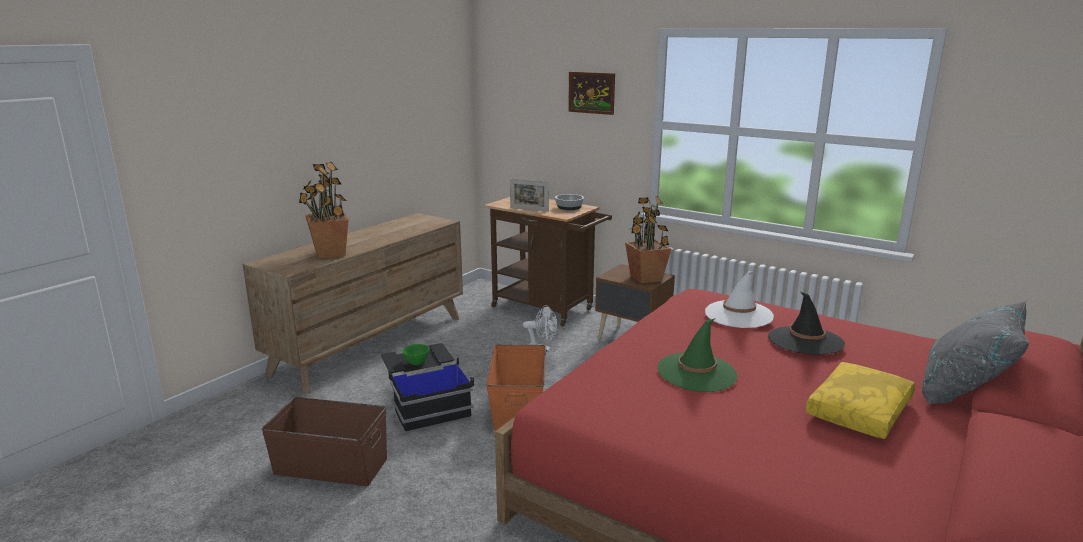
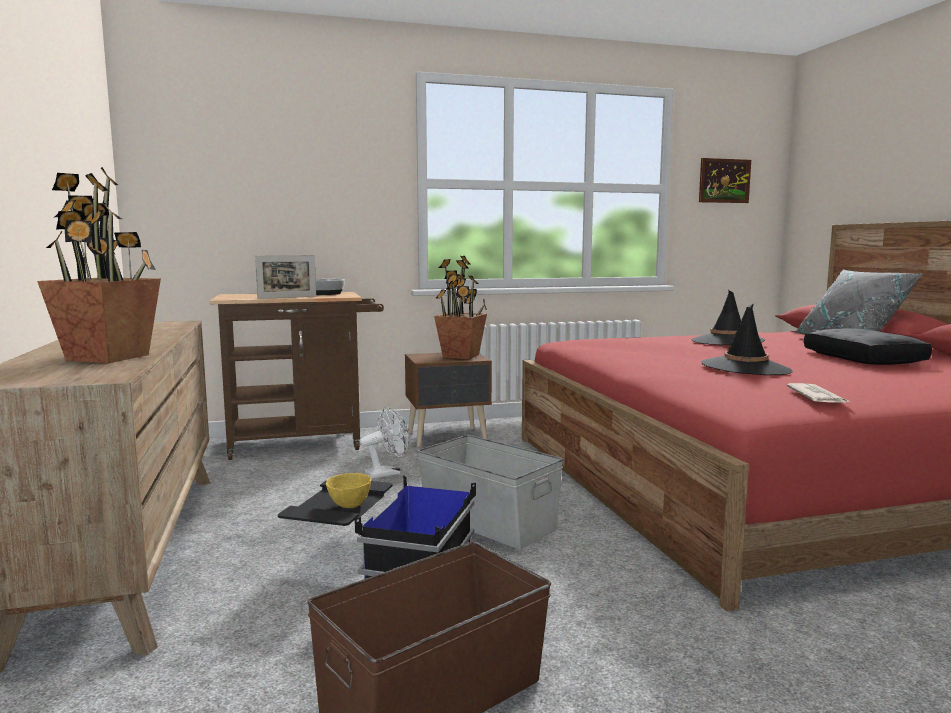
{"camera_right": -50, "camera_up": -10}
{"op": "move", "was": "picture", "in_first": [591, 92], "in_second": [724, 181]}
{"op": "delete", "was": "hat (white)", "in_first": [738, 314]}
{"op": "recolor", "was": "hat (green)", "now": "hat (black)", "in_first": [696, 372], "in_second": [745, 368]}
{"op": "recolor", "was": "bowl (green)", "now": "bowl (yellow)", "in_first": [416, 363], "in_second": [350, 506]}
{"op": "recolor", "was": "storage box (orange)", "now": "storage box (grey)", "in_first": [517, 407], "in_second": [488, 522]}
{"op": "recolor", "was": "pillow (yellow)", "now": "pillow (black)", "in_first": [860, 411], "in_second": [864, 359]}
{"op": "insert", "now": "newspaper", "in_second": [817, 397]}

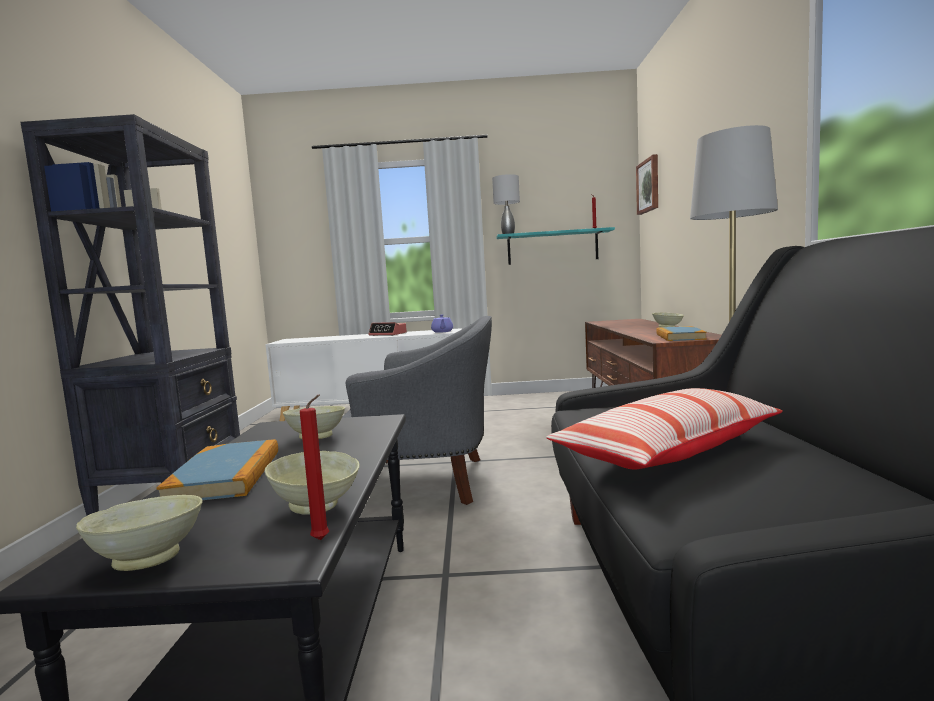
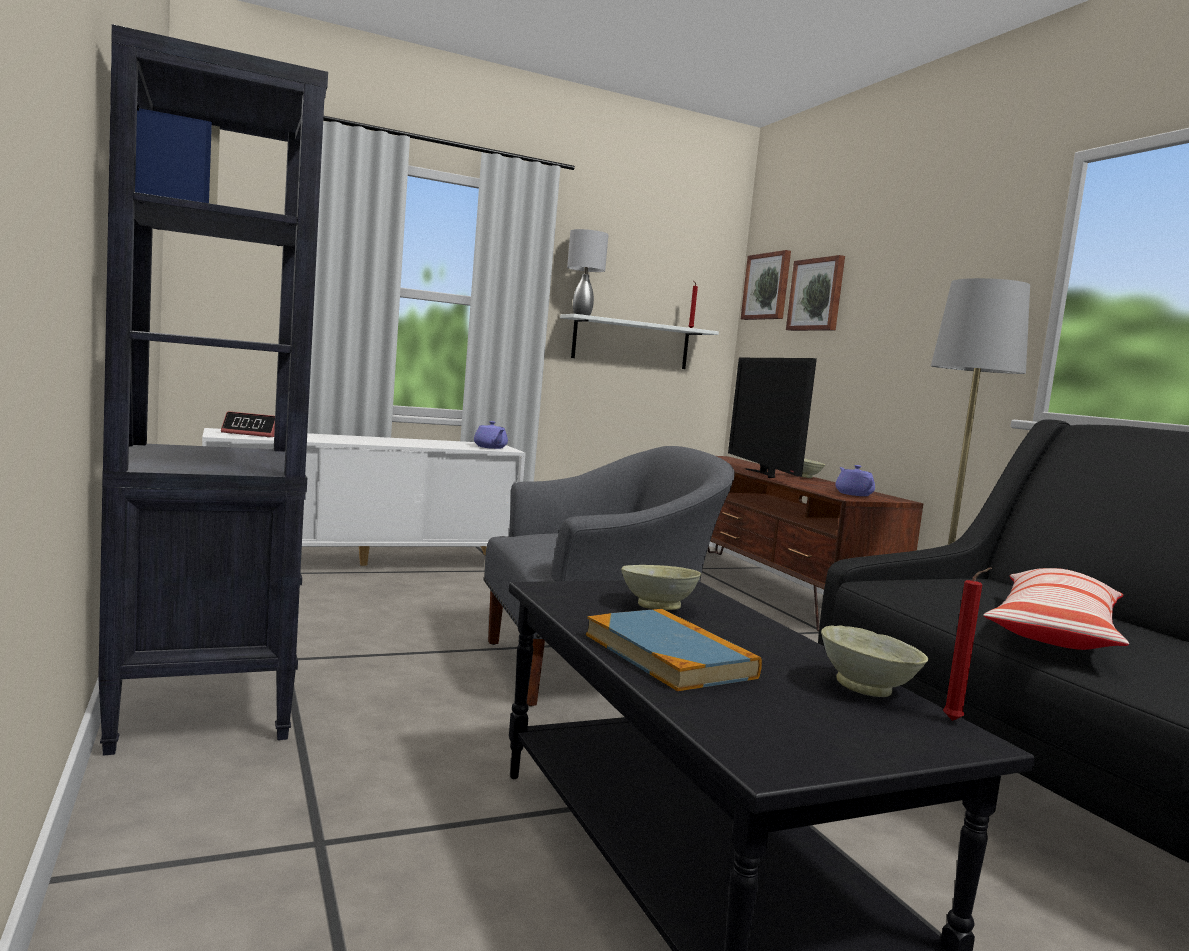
{"camera_right": -25, "camera_up": 0}
{"op": "recolor", "was": "shelf (turquoise)", "now": "shelf (white)", "in_first": [552, 247], "in_second": [631, 343]}
{"op": "move", "was": "alarm clock", "in_first": [388, 334], "in_second": [255, 434]}
{"op": "replace", "was": "book", "now": "teapot (purple)", "in_first": [679, 337], "in_second": [853, 494]}
{"op": "delete", "was": "bowl (beige)", "in_first": [151, 558]}
{"op": "insert", "now": "picture", "in_second": [817, 295]}
{"op": "insert", "now": "television", "in_second": [763, 474]}

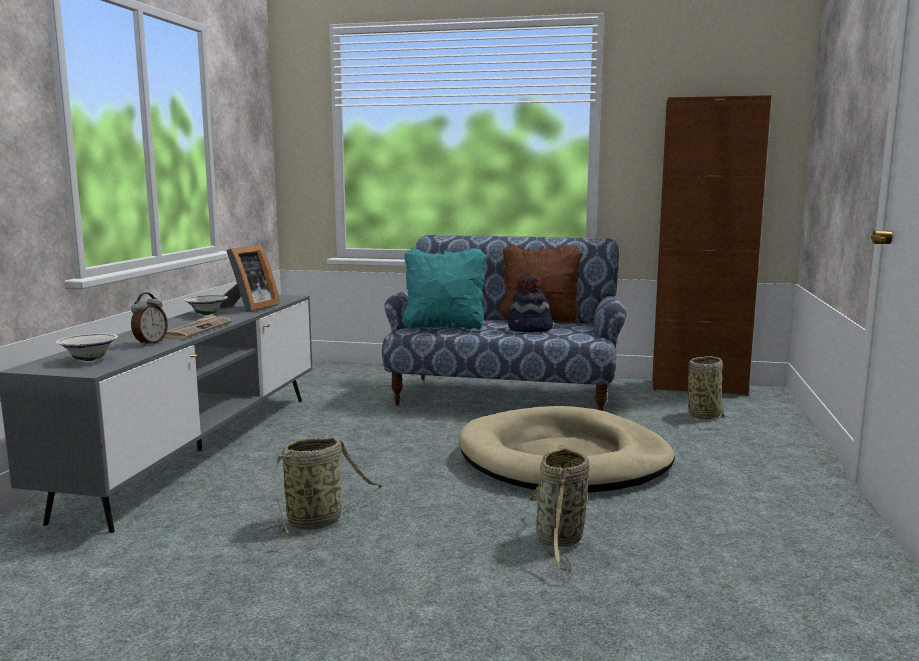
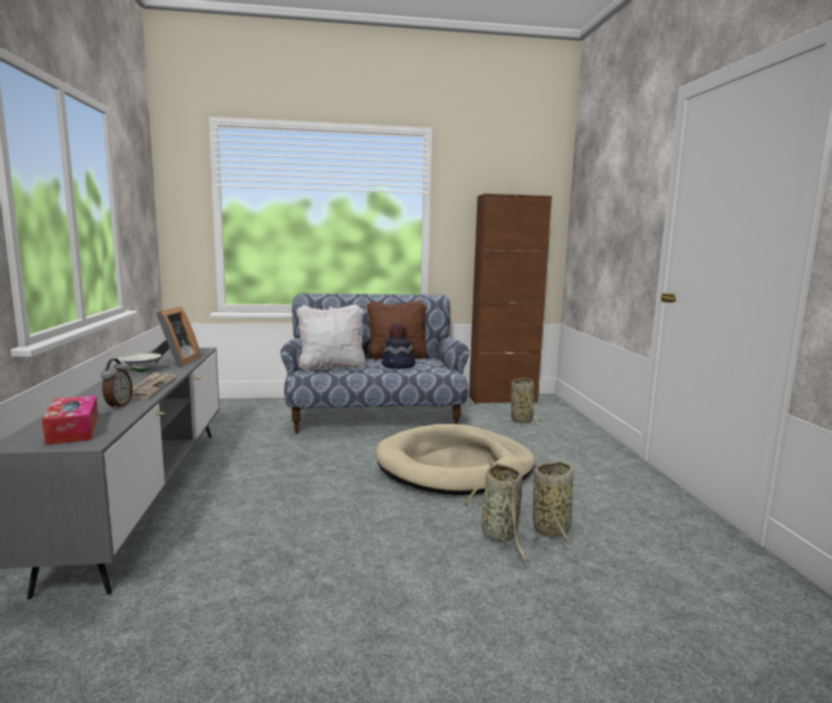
{"camera_right": -20, "camera_up": 0}
{"op": "recolor", "was": "pillow (turquoise)", "now": "pillow (white)", "in_first": [444, 327], "in_second": [332, 368]}
{"op": "replace", "was": "bowl (white)", "now": "tissue box", "in_first": [89, 360], "in_second": [73, 430]}
{"op": "move", "was": "basket", "in_first": [318, 521], "in_second": [552, 528]}

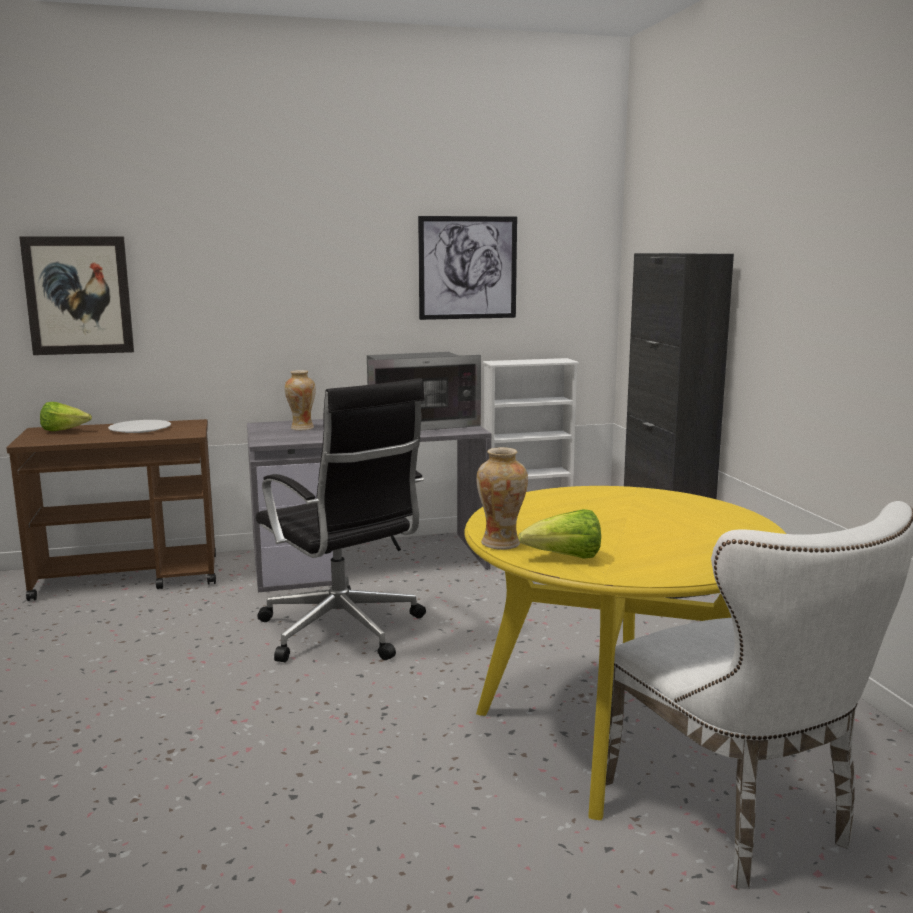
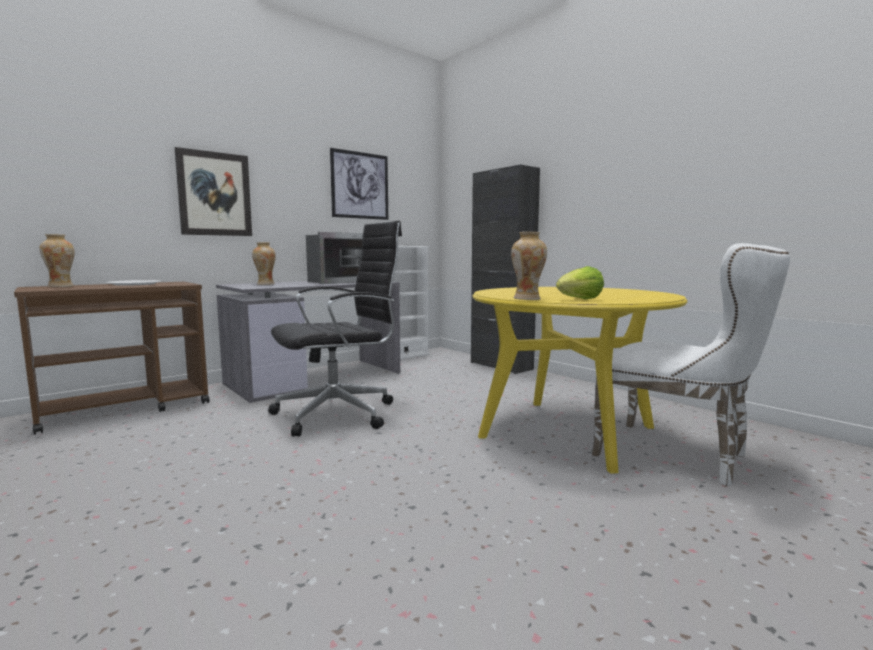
{"camera_right": -25, "camera_up": -5}
{"op": "move", "was": "picture", "in_first": [79, 295], "in_second": [214, 194]}
{"op": "rotate", "was": "office chair (black)", "in_first": [343, 632], "in_second": [339, 413], "clockwise": -60}
{"op": "replace", "was": "lettuce", "now": "vase", "in_first": [64, 431], "in_second": [61, 286]}

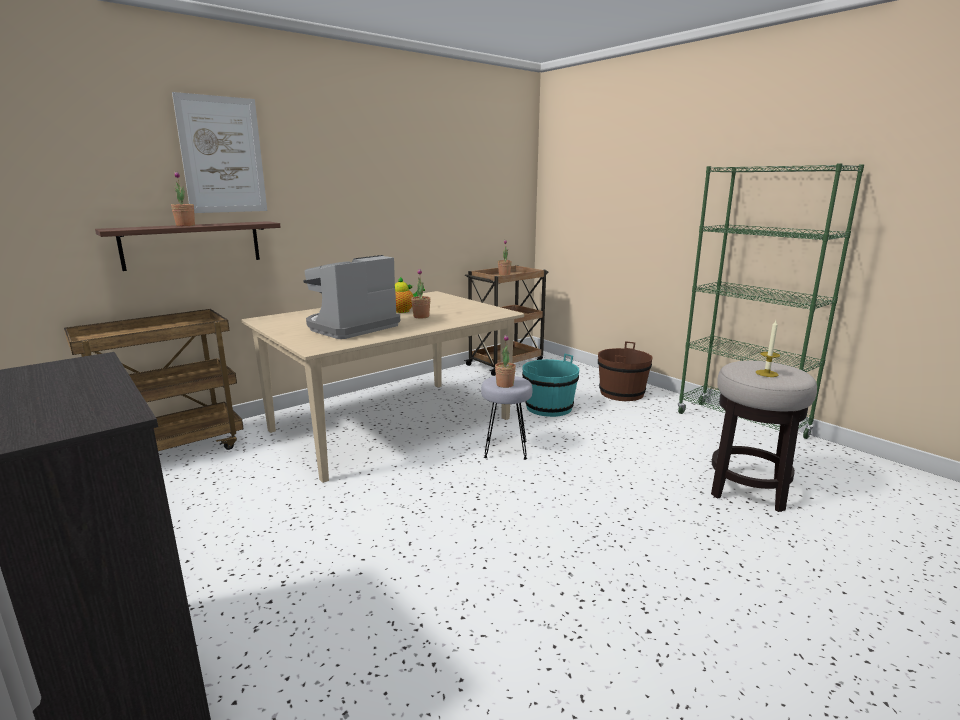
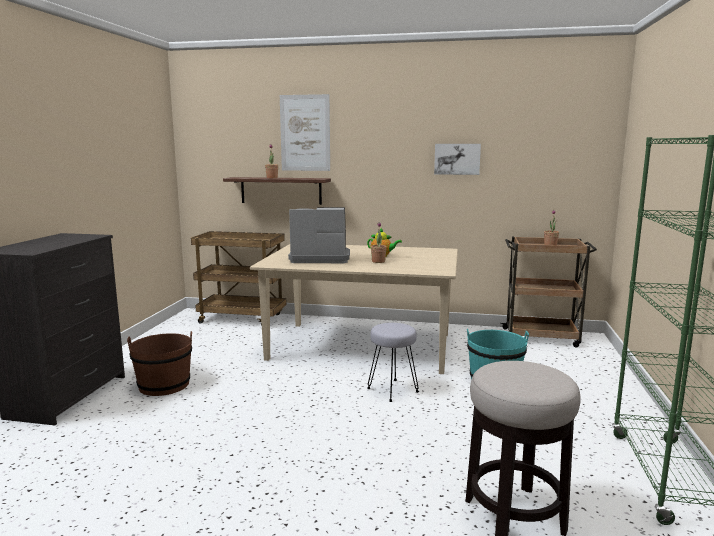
{"camera_right": 50, "camera_up": -5}
{"op": "delete", "was": "candle", "in_first": [766, 373]}
{"op": "delete", "was": "potted plant", "in_first": [505, 385]}
{"op": "move", "was": "bucket (brown)", "in_first": [621, 393], "in_second": [164, 385]}
{"op": "insert", "now": "picture", "in_second": [457, 159]}

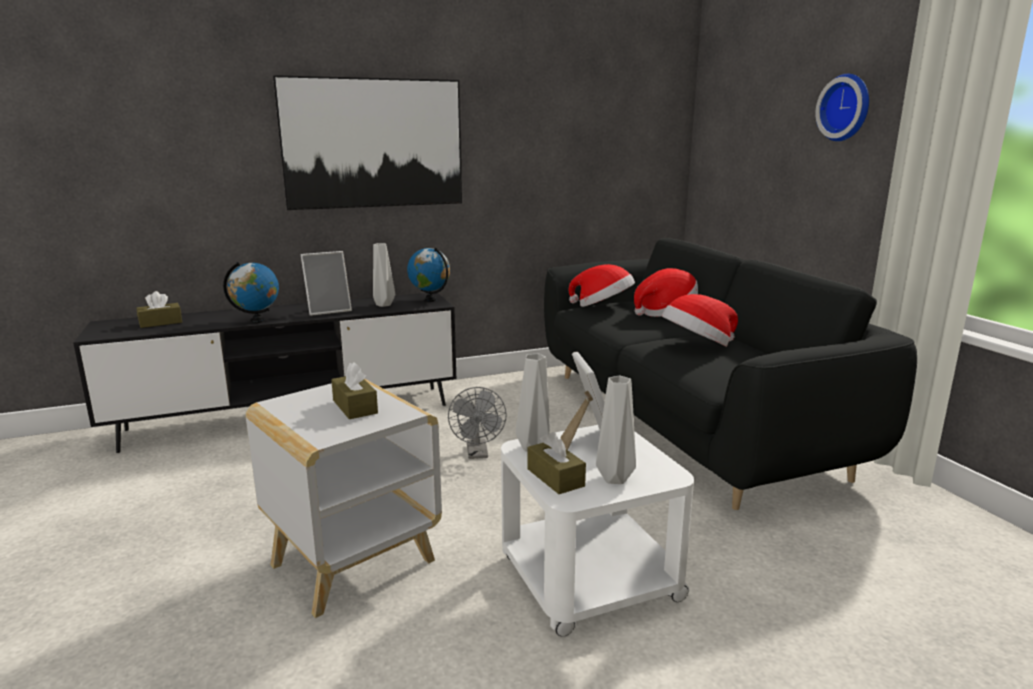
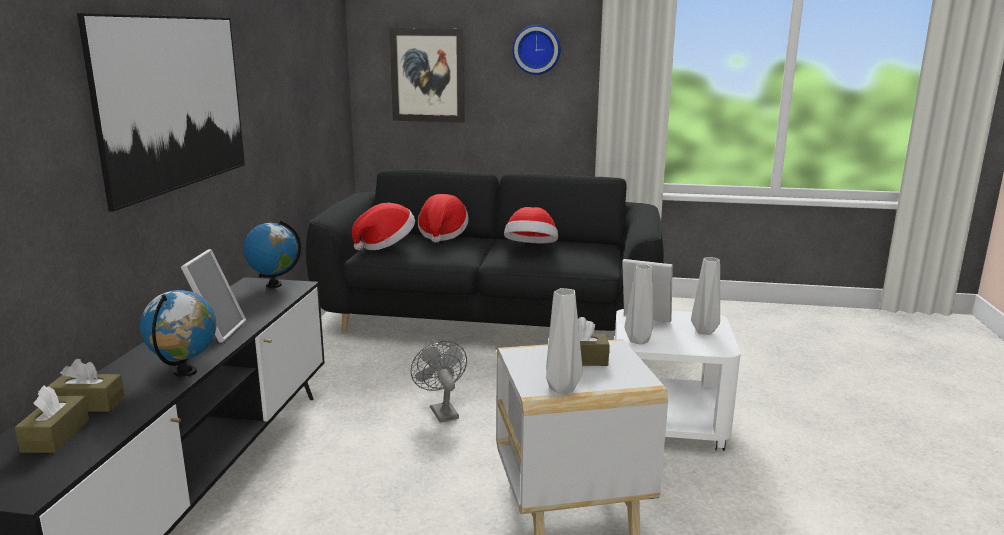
{"camera_right": -60, "camera_up": 0}
{"op": "move", "was": "vase (grey)", "in_first": [383, 305], "in_second": [560, 389]}
{"op": "rotate", "was": "fan (grey)", "in_first": [478, 454], "in_second": [441, 411], "clockwise": -135}
{"op": "move", "was": "tissue box (brown)", "in_first": [555, 477], "in_second": [88, 404]}
{"op": "insert", "now": "picture", "in_second": [428, 75]}

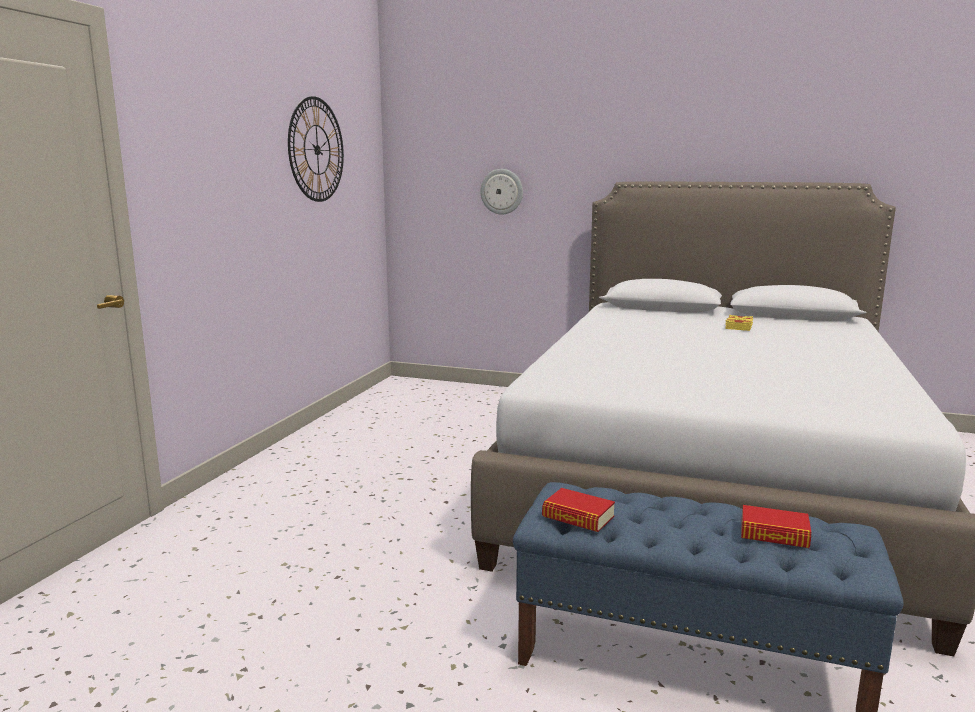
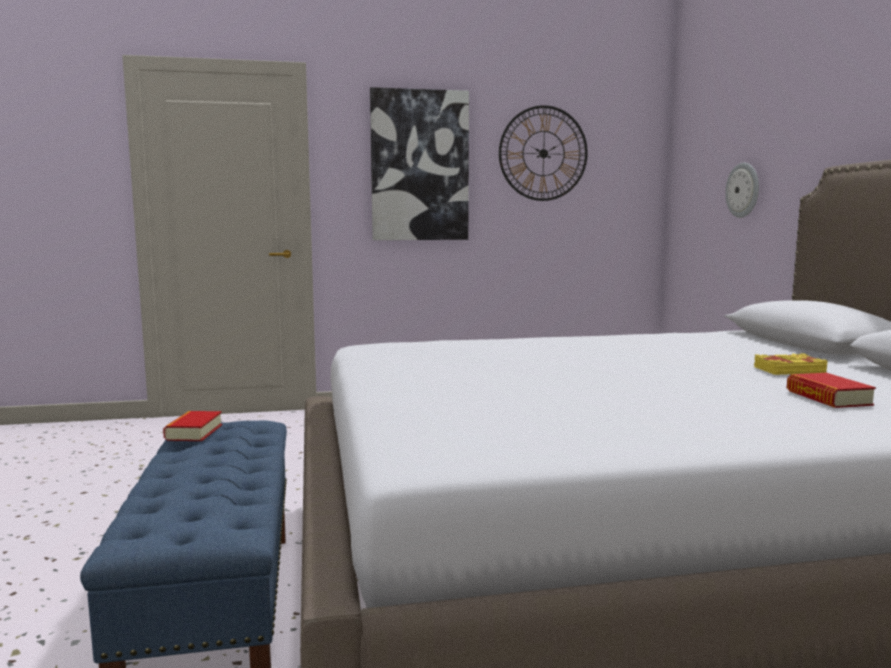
{"camera_right": 60, "camera_up": -5}
{"op": "move", "was": "book", "in_first": [774, 534], "in_second": [828, 398]}
{"op": "insert", "now": "picture", "in_second": [419, 166]}

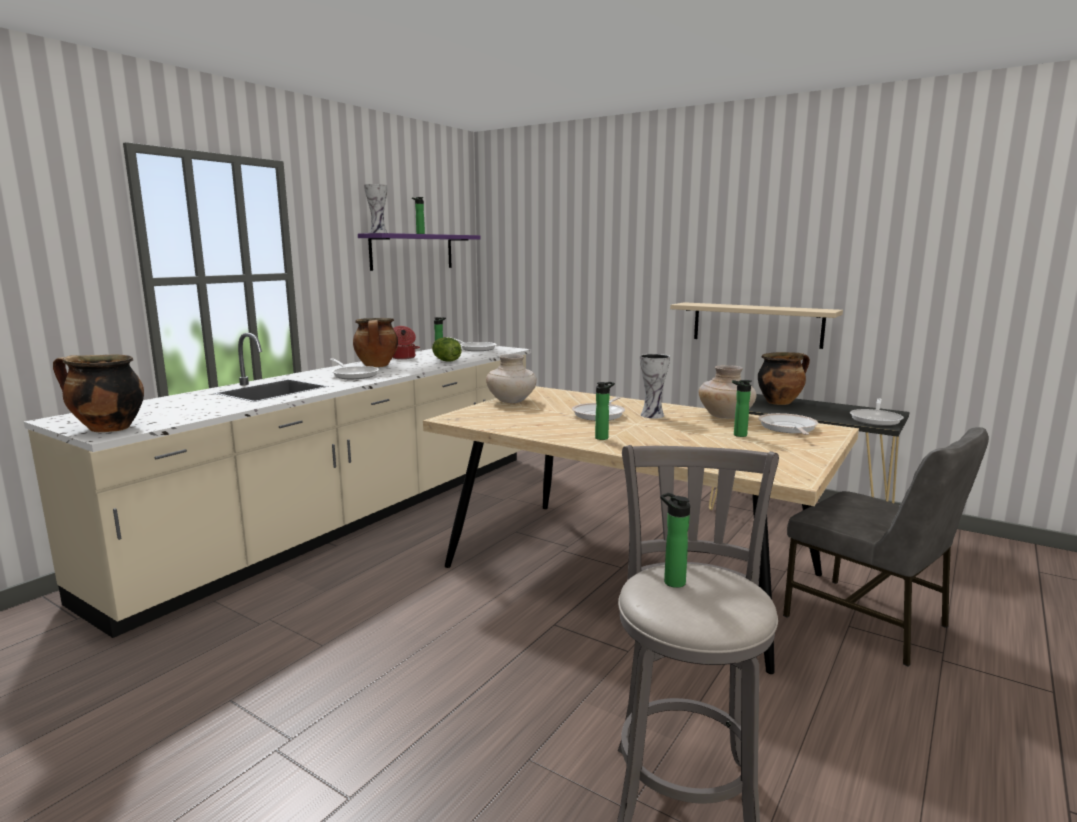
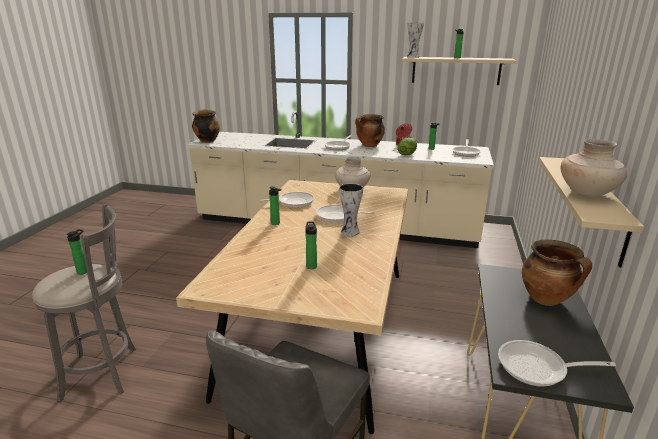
{"camera_right": 70, "camera_up": 10}
{"op": "recolor", "was": "shelf (purple)", "now": "shelf (beige)", "in_first": [412, 251], "in_second": [455, 70]}
{"op": "move", "was": "vase (beige)", "in_first": [725, 417], "in_second": [587, 193]}
{"op": "move", "was": "frying pan", "in_first": [787, 428], "in_second": [294, 202]}

